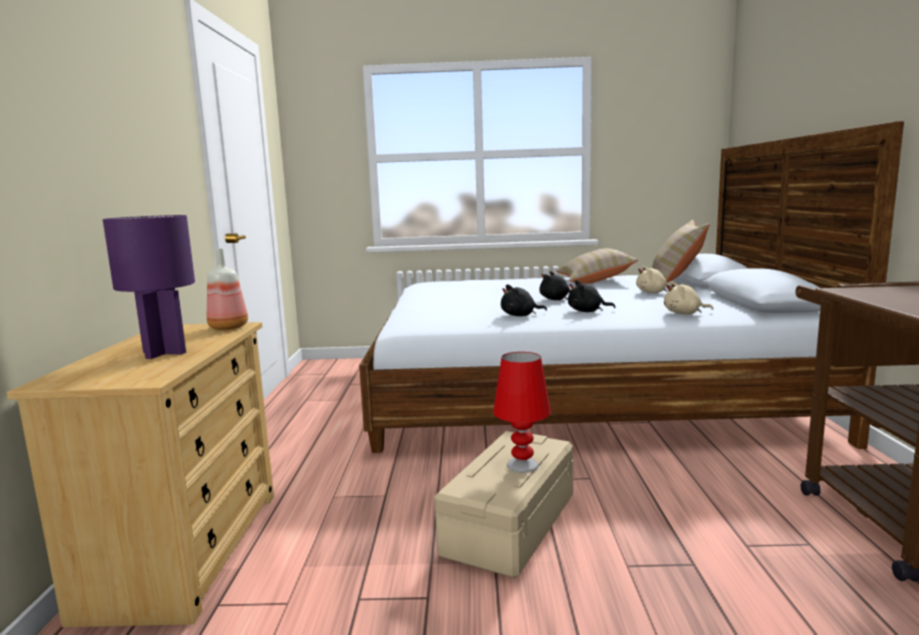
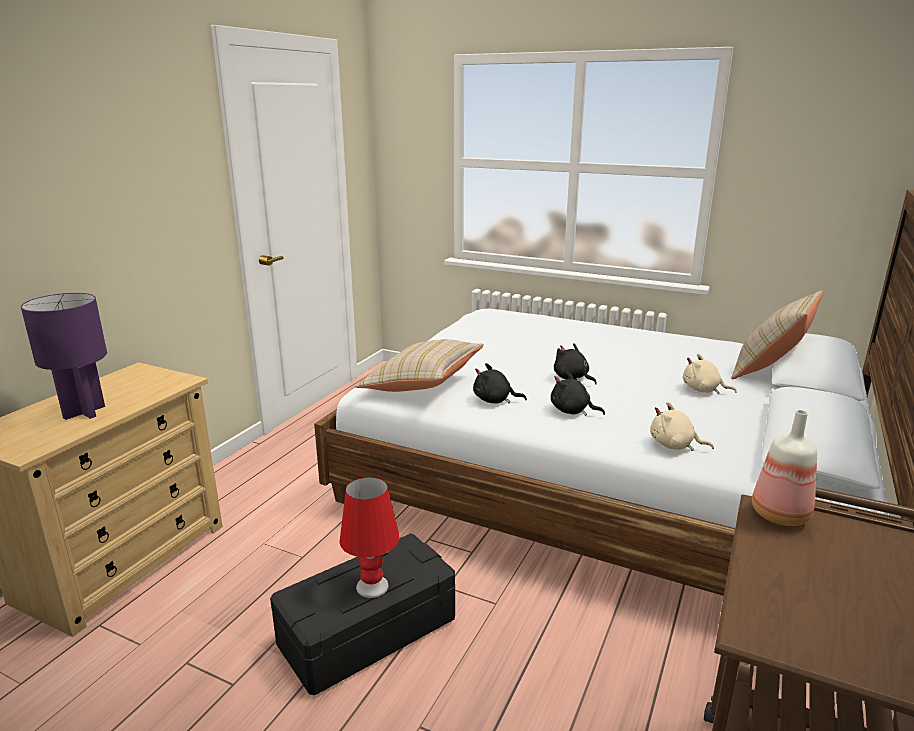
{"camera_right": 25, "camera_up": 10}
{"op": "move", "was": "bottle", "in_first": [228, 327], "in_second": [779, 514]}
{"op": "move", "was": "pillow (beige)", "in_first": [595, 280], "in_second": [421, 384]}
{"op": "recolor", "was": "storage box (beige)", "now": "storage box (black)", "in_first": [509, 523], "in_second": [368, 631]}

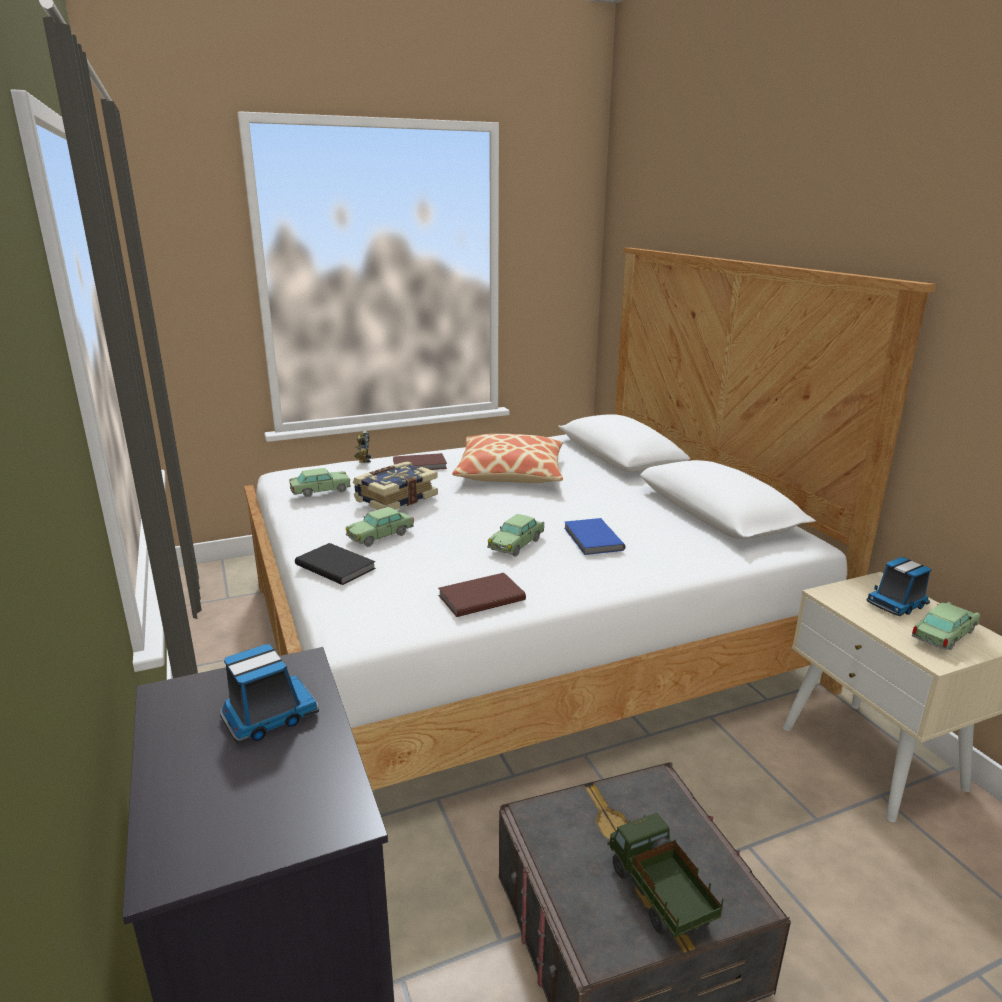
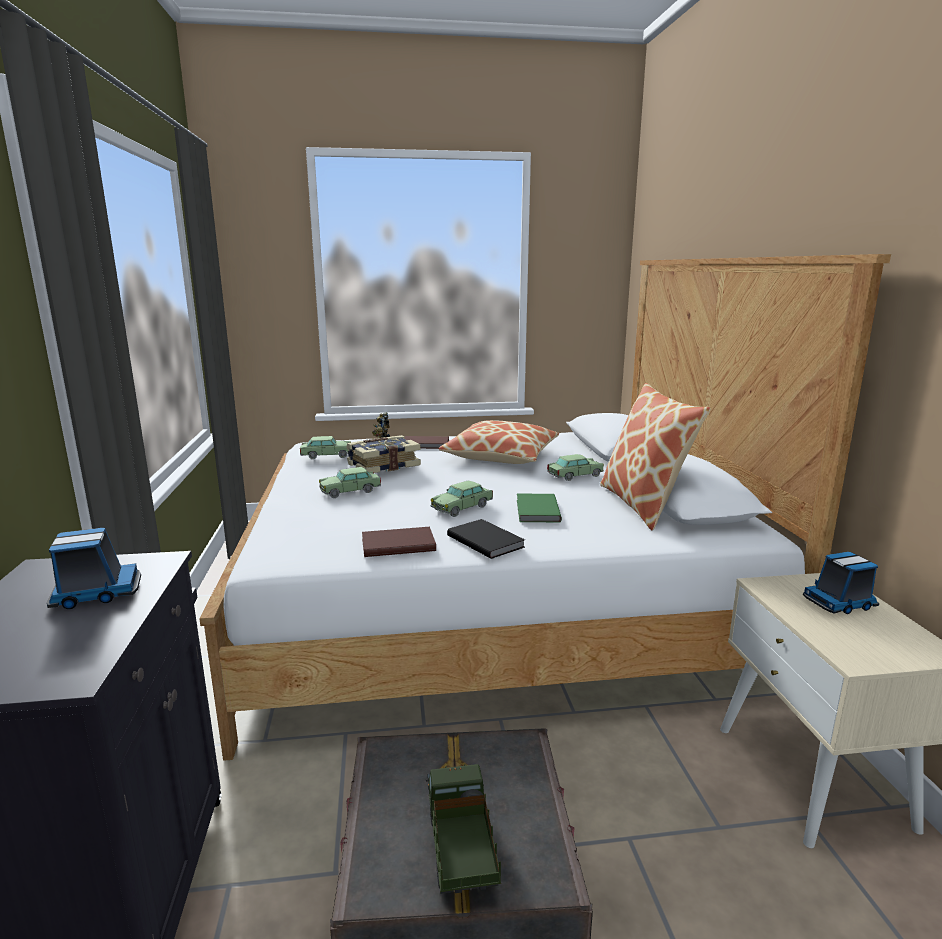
{"camera_right": 15, "camera_up": -5}
{"op": "recolor", "was": "book (blue)", "now": "book (green)", "in_first": [592, 539], "in_second": [536, 511]}
{"op": "move", "was": "book (black)", "in_first": [336, 566], "in_second": [486, 540]}
{"op": "move", "was": "toy car", "in_first": [943, 635], "in_second": [575, 476]}
{"op": "insert", "now": "pillow", "in_second": [644, 505]}

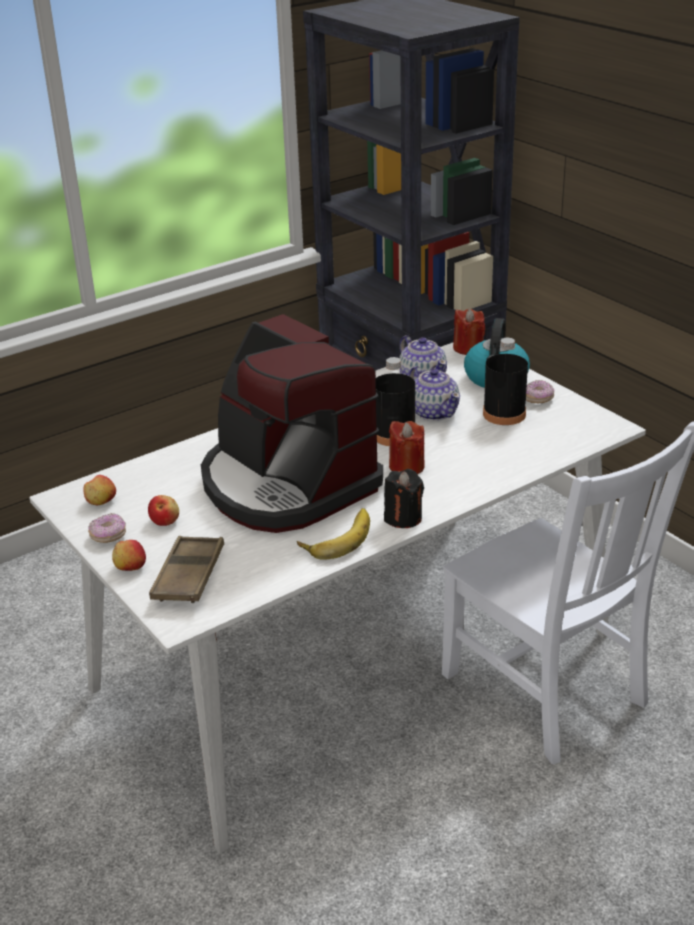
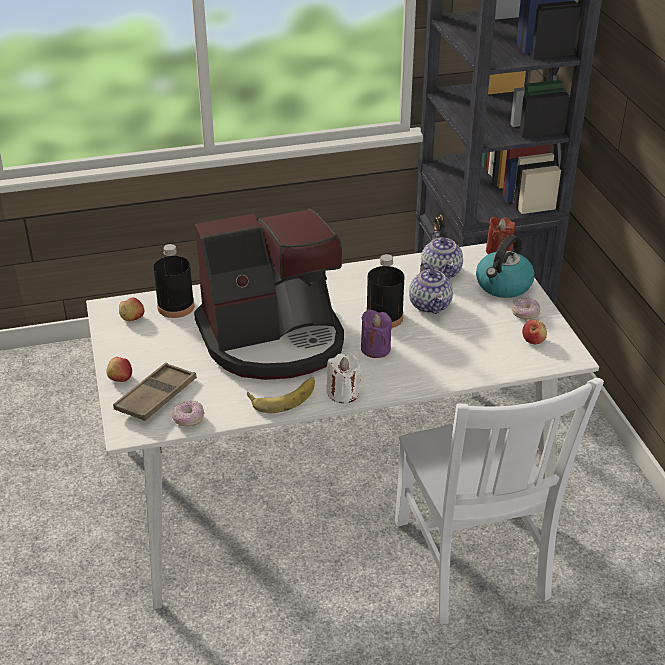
{"camera_right": 20, "camera_up": 5}
{"op": "rotate", "was": "coffee machine", "in_first": [286, 484], "in_second": [273, 339], "clockwise": -90}
{"op": "move", "was": "bottle (black)", "in_first": [504, 414], "in_second": [176, 307]}
{"op": "recolor", "was": "candle (red)", "now": "candle (purple)", "in_first": [406, 467], "in_second": [375, 349]}
{"op": "recolor", "was": "candle (black)", "now": "candle (white)", "in_first": [403, 518], "in_second": [343, 393]}
{"op": "move", "was": "apple", "in_first": [165, 521], "in_second": [533, 340]}
{"op": "move", "was": "donut", "in_first": [108, 536], "in_second": [188, 419]}

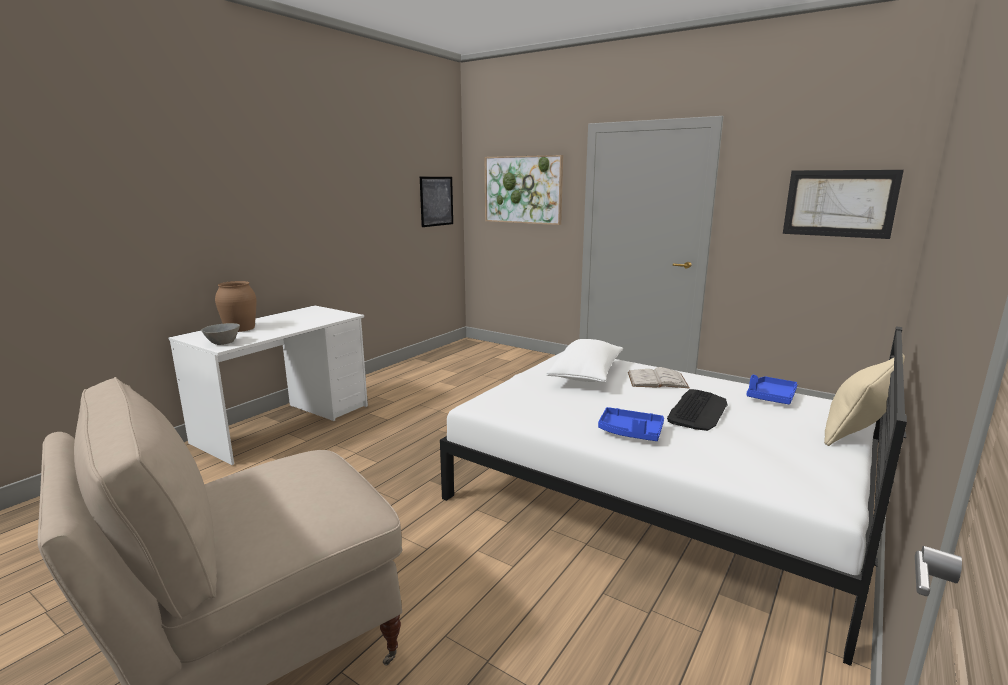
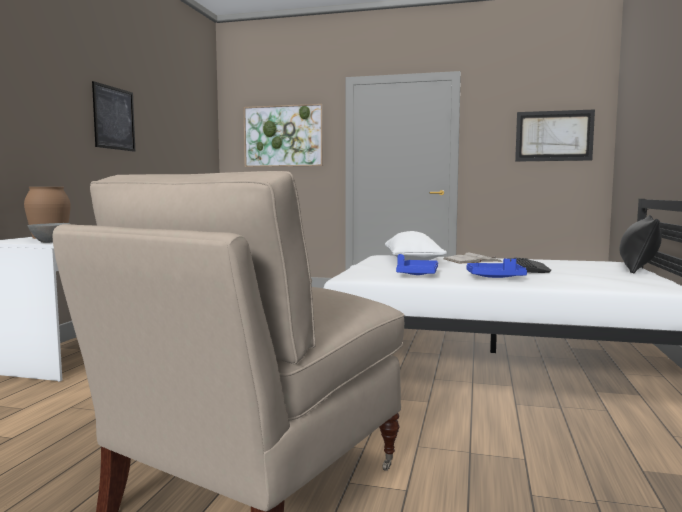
{"camera_right": -20, "camera_up": -10}
{"op": "move", "was": "picture", "in_first": [436, 201], "in_second": [114, 118]}
{"op": "recolor", "was": "pillow (beige)", "now": "pillow (black)", "in_first": [857, 427], "in_second": [638, 267]}
{"op": "move", "was": "tray (blue)", "in_first": [771, 397], "in_second": [417, 274]}

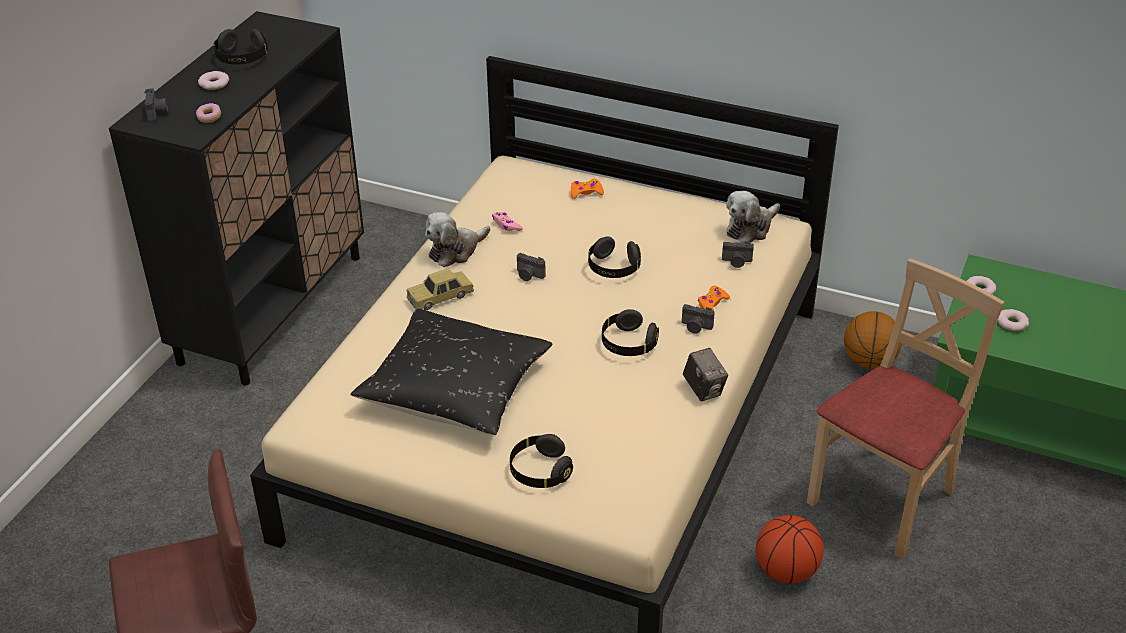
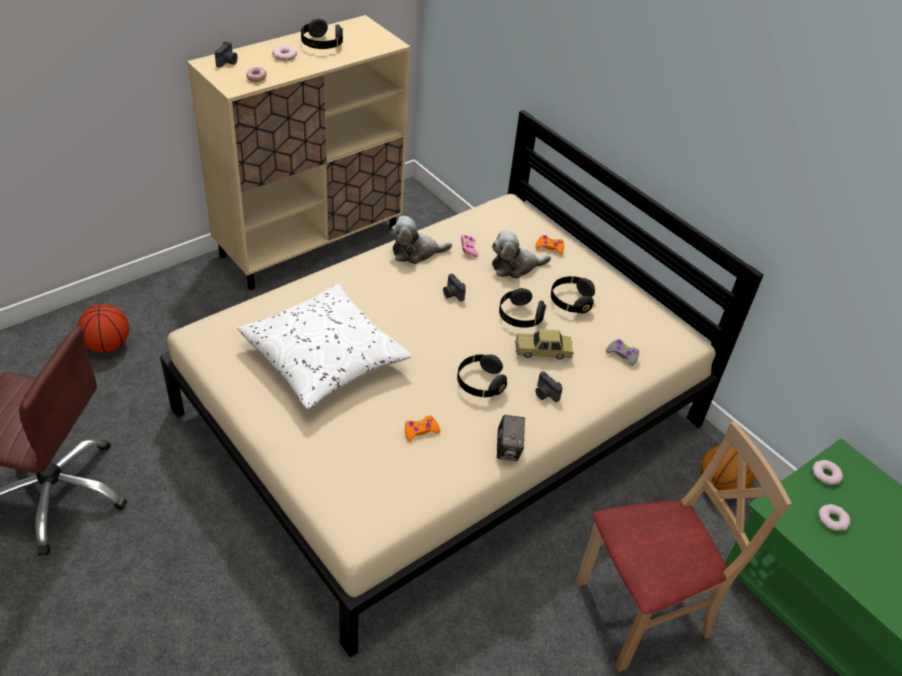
{"camera_right": 25, "camera_up": 5}
{"op": "recolor", "was": "cabinet (black)", "now": "cabinet (beige)", "in_first": [272, 307], "in_second": [310, 242]}
{"op": "move", "was": "plush toy", "in_first": [750, 228], "in_second": [515, 266]}
{"op": "replace", "was": "photo camera", "now": "game controller (grey)", "in_first": [736, 262], "in_second": [622, 355]}
{"op": "move", "was": "toy car", "in_first": [440, 297], "in_second": [543, 351]}
{"op": "move", "was": "game controller (orange)", "in_first": [712, 303], "in_second": [420, 431]}
{"op": "recolor", "was": "pillow (black)", "now": "pillow (white)", "in_first": [455, 389], "in_second": [324, 358]}
{"op": "move", "was": "headphones (black)", "in_first": [540, 472], "in_second": [571, 301]}
{"op": "move", "was": "basketball", "in_first": [786, 571], "in_second": [107, 345]}

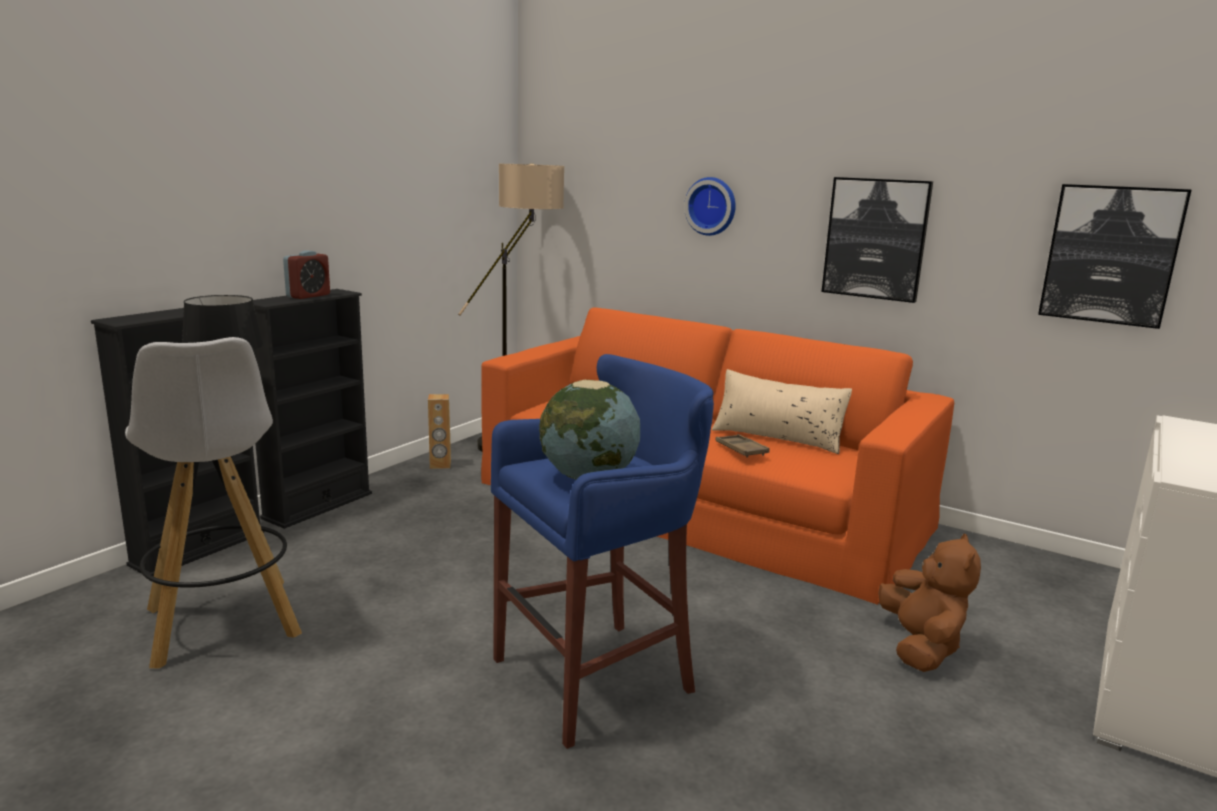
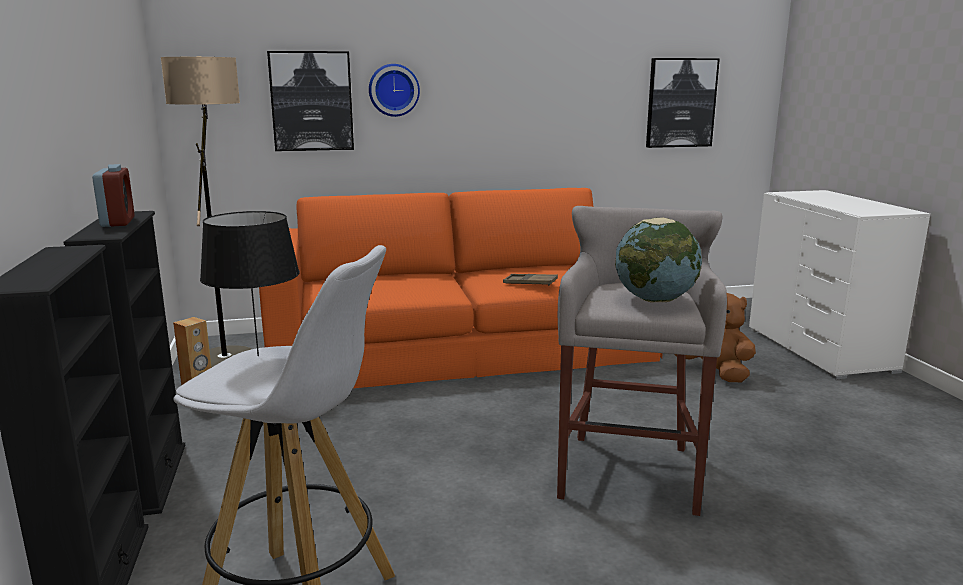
{"camera_right": -45, "camera_up": 0}
{"op": "move", "was": "picture", "in_first": [876, 238], "in_second": [311, 101]}
{"op": "recolor", "was": "stool (blue)", "now": "stool (grey)", "in_first": [598, 676], "in_second": [629, 470]}
{"op": "delete", "was": "pillow (beige)", "in_first": [777, 437]}

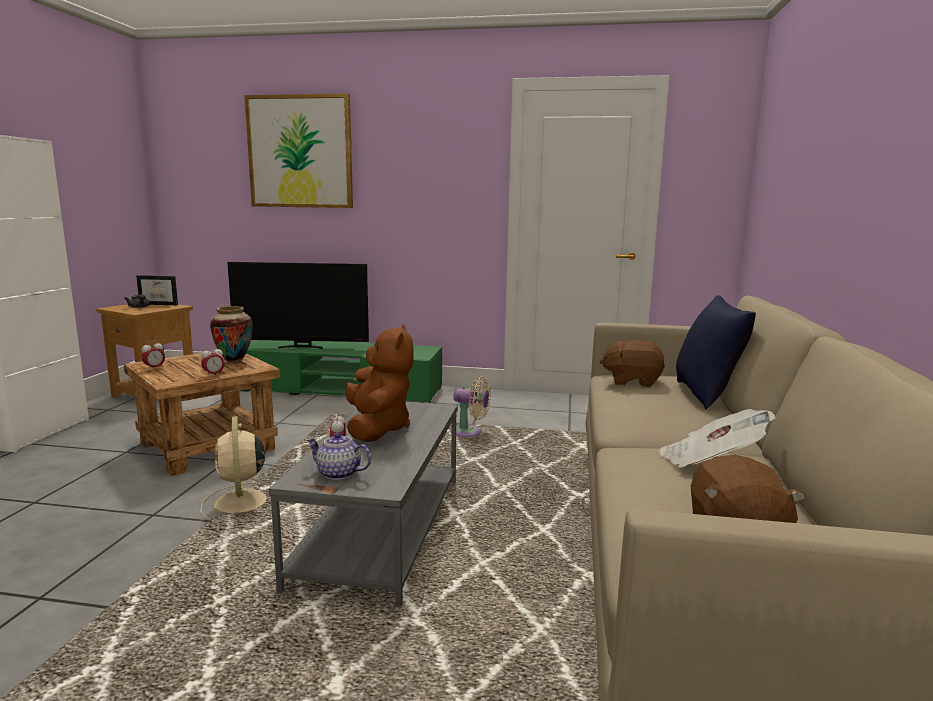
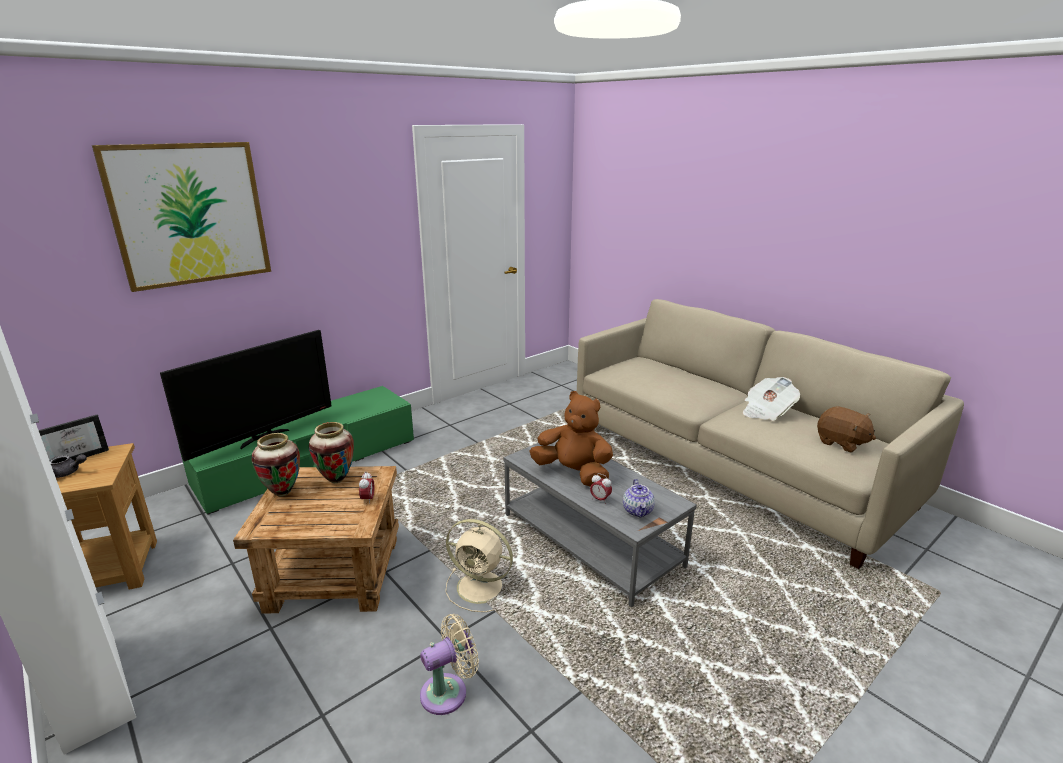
{"camera_right": -50, "camera_up": 10}
{"op": "delete", "was": "pillow (blue)", "in_first": [706, 395]}
{"op": "delete", "was": "alarm clock", "in_first": [154, 368]}
{"op": "delete", "was": "plush toy (brown)", "in_first": [632, 381]}
{"op": "move", "was": "fan (beige)", "in_first": [469, 433], "in_second": [448, 692]}
{"op": "rotate", "was": "teapot", "in_first": [338, 473], "in_second": [638, 511], "clockwise": -60}
{"op": "insert", "now": "vase", "in_second": [283, 492]}

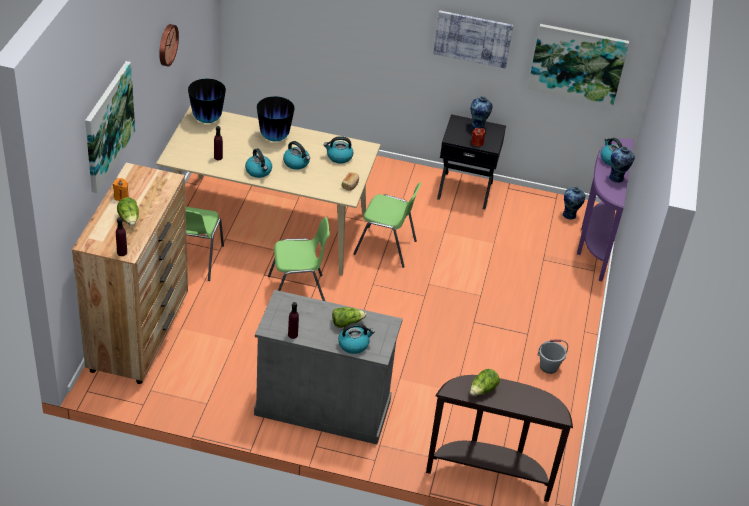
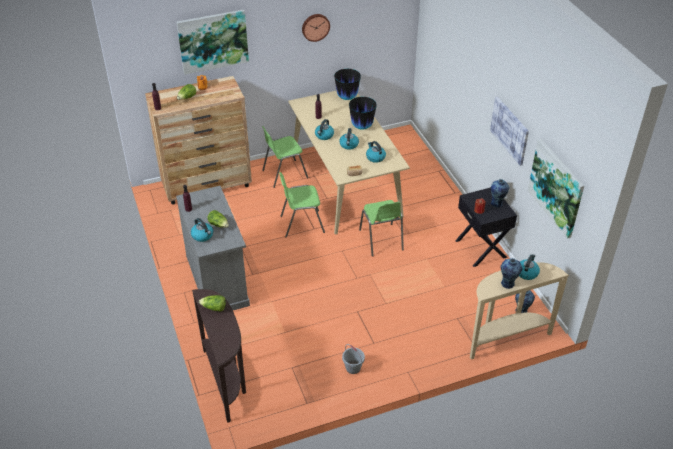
{"camera_right": 60, "camera_up": 0}
{"op": "recolor", "was": "console table (purple)", "now": "console table (beige)", "in_first": [594, 244], "in_second": [505, 338]}
{"op": "rotate", "was": "chair (green)", "in_first": [297, 291], "in_second": [301, 224], "clockwise": 120}

